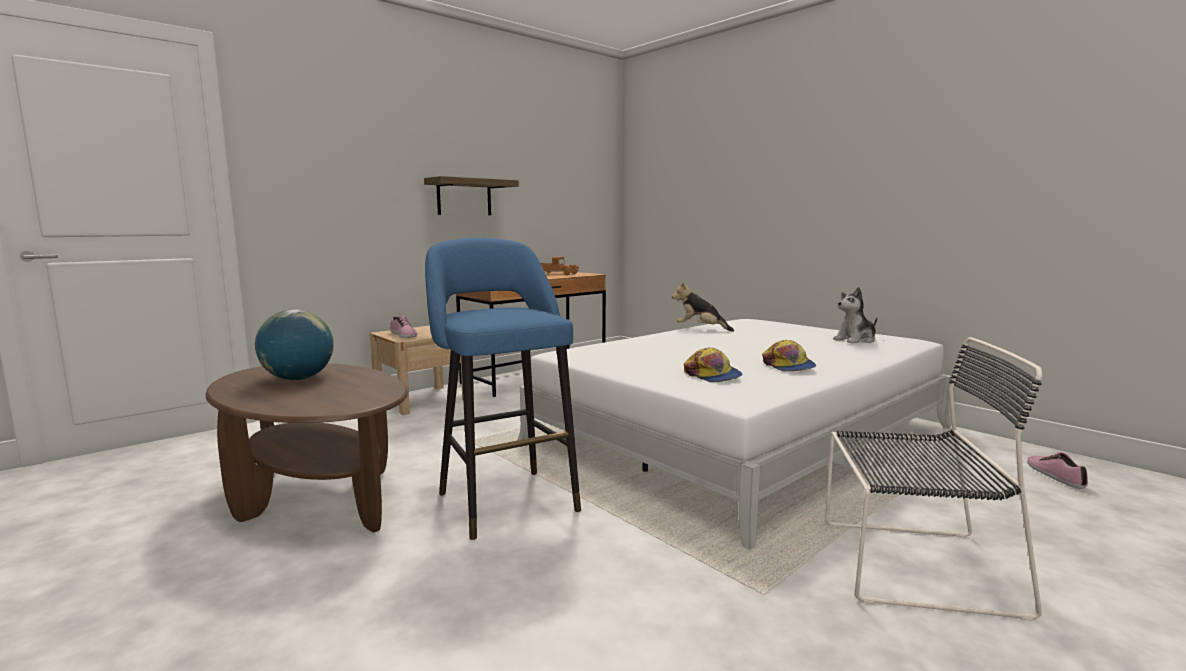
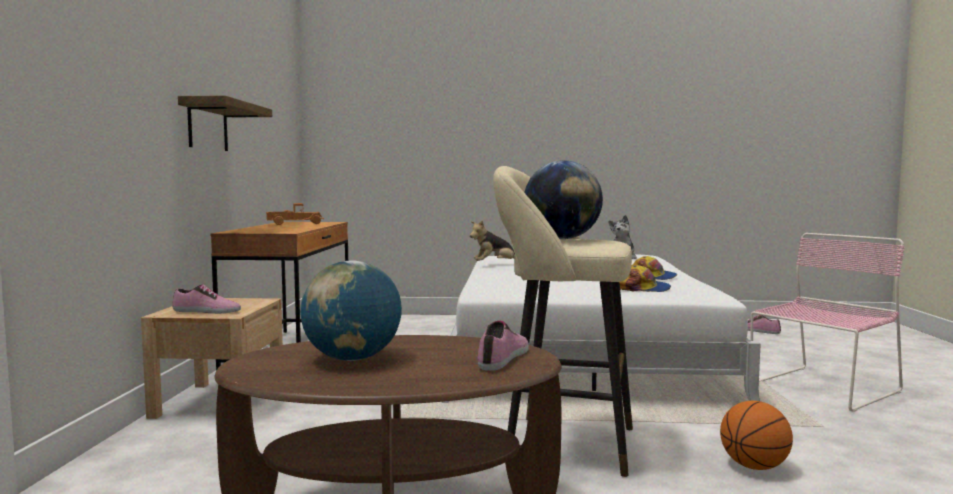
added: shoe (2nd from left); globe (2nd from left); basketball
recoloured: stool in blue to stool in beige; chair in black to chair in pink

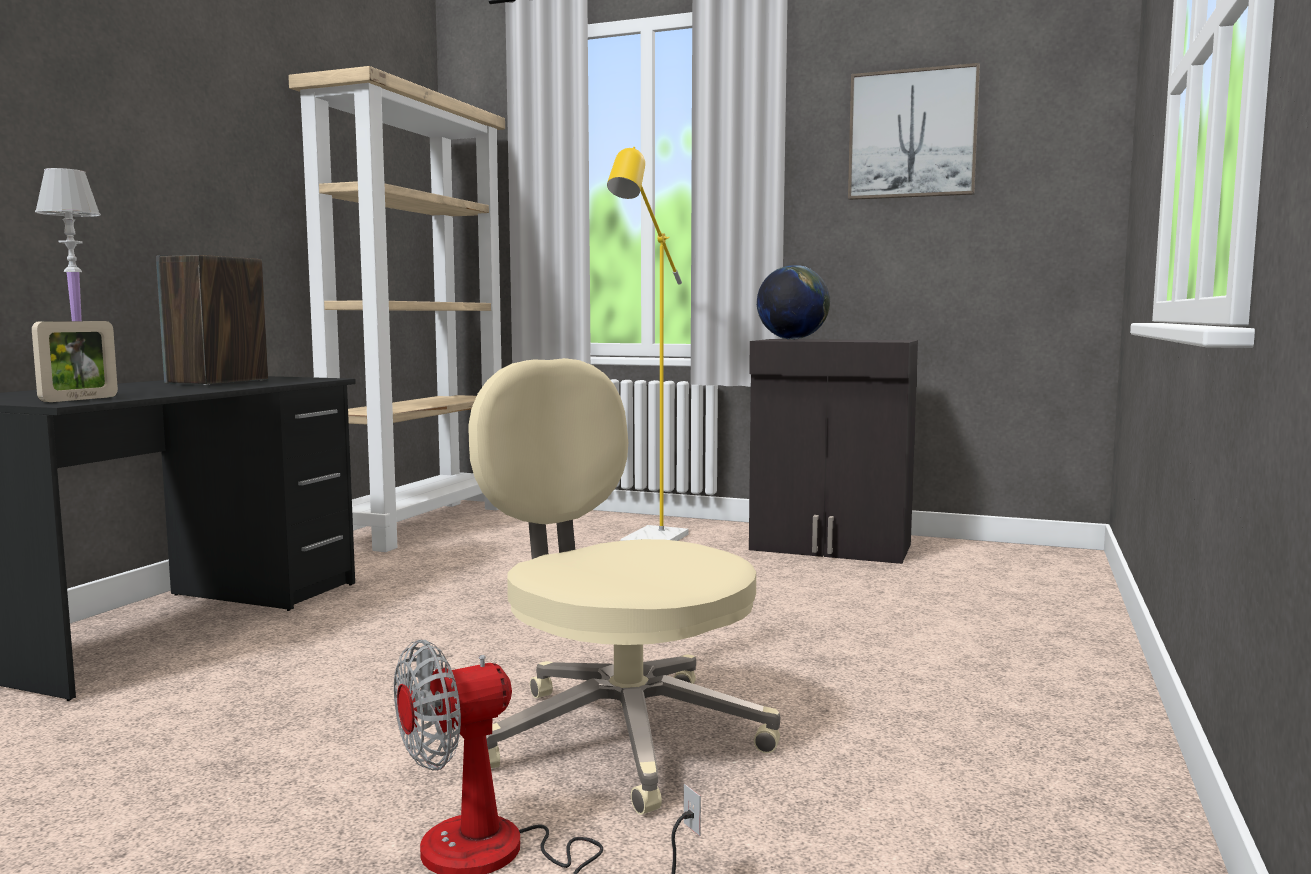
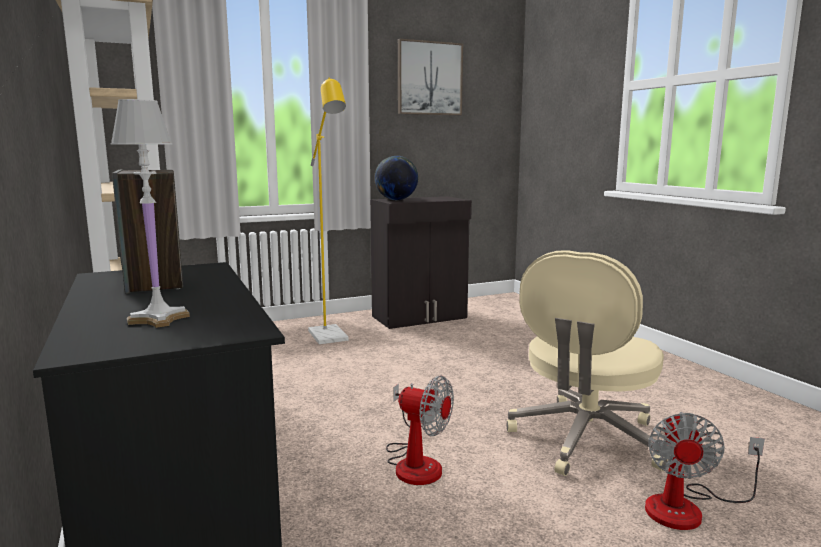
removed: picture frame
added: fan (1st from left)
turned: office chair in beige 60 degrees counterclockwise

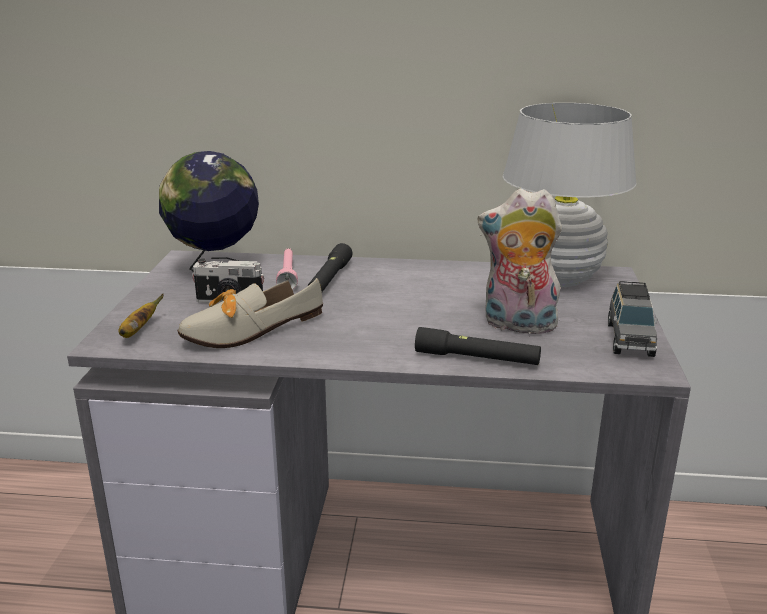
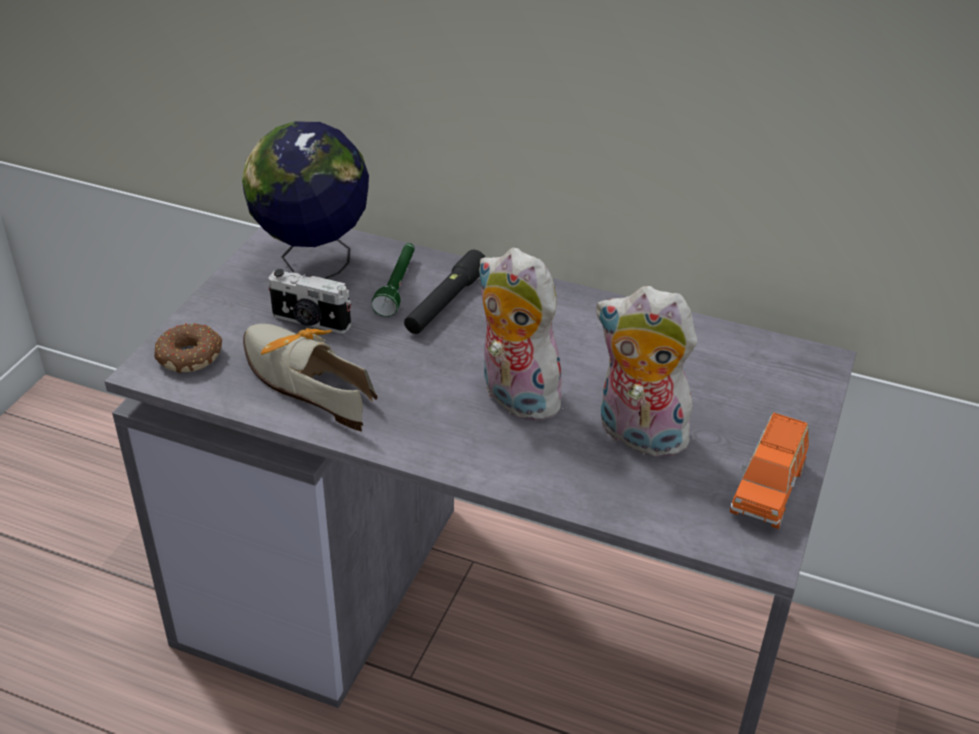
removed: flashlight in black (2nd from left); table lamp in white
added: plush toy (1st from left)
replaced: banana to donut
recoloured: flashlight in pink to flashlight in green; toy car in grey to toy car in orange
turned: shoe 60 degrees clockwise

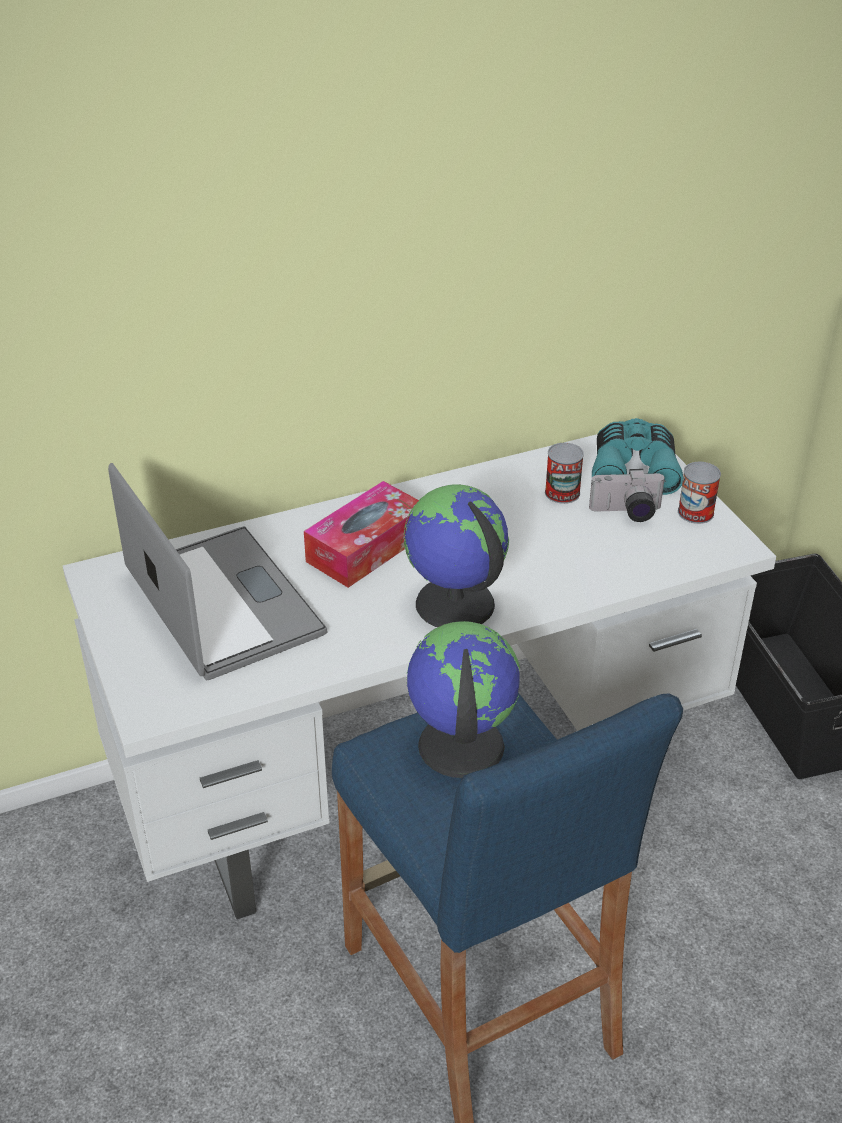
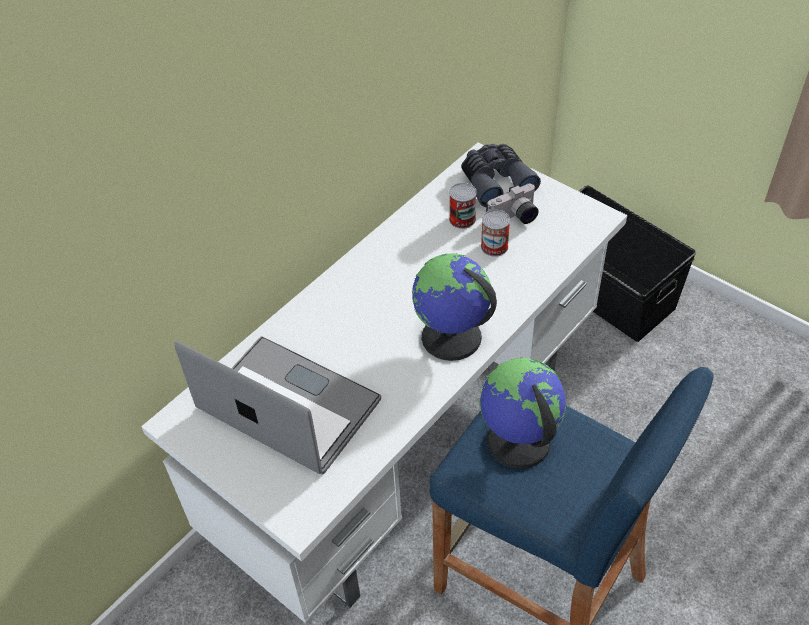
removed: tissue box
moved: can (2nd from left)
recoloured: binoculars in turquoise to binoculars in grey

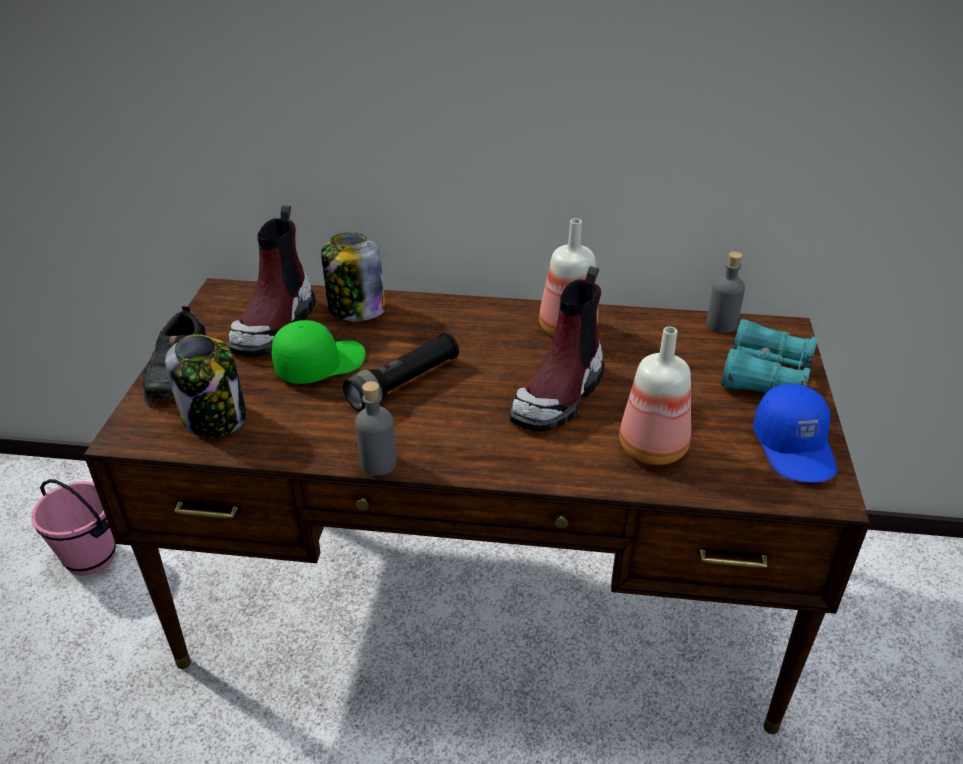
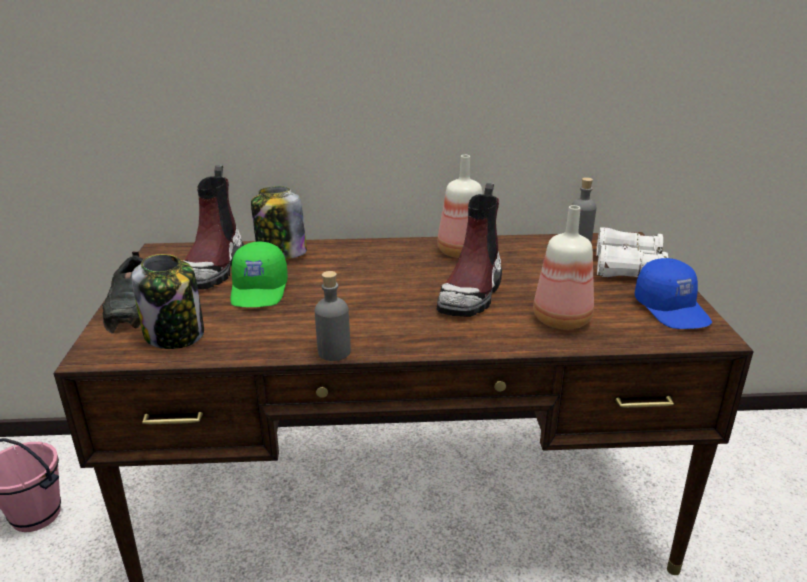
removed: flashlight in black
recoloured: binoculars in turquoise to binoculars in white
turned: cap in green 135 degrees clockwise

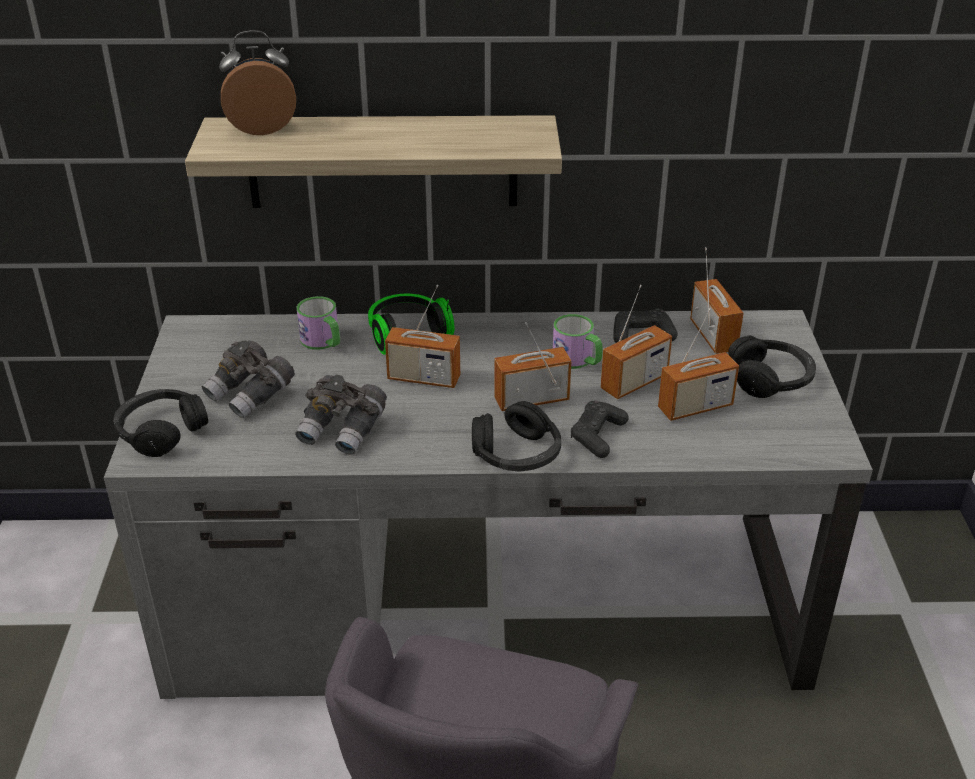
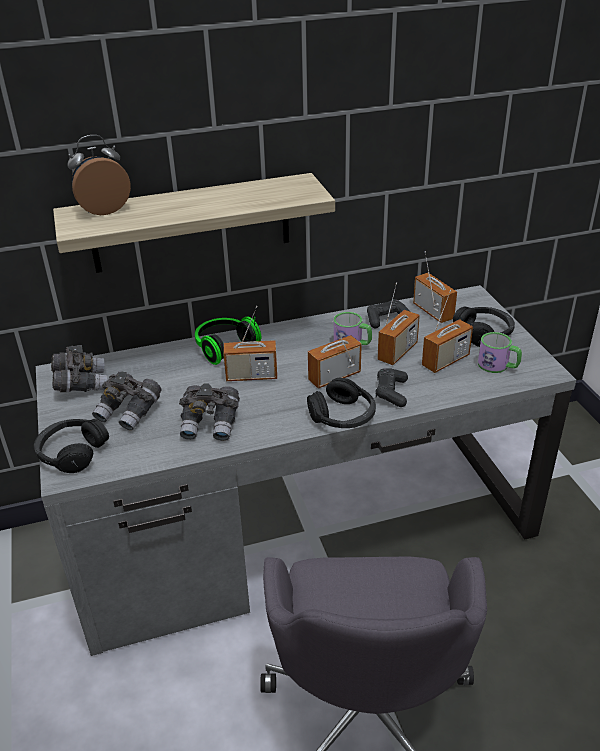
added: binoculars in grey (1st from left)
moved: mug (1st from left in the first image) to mug (2nd from left)

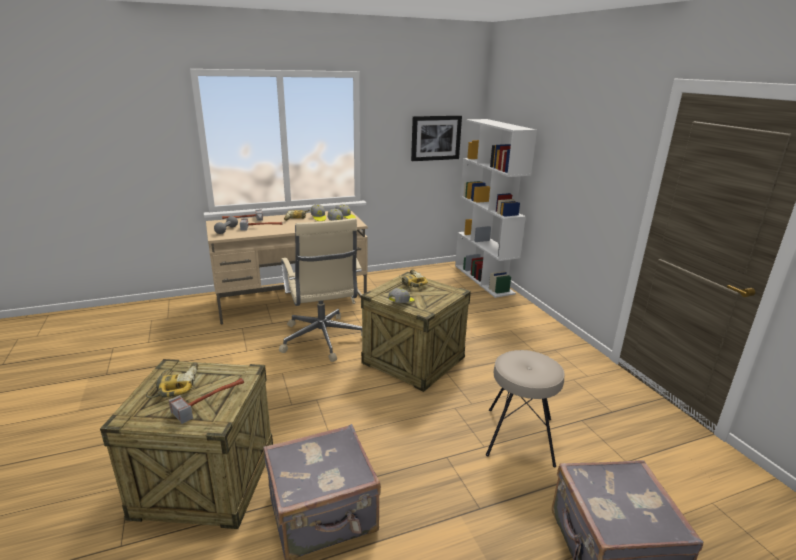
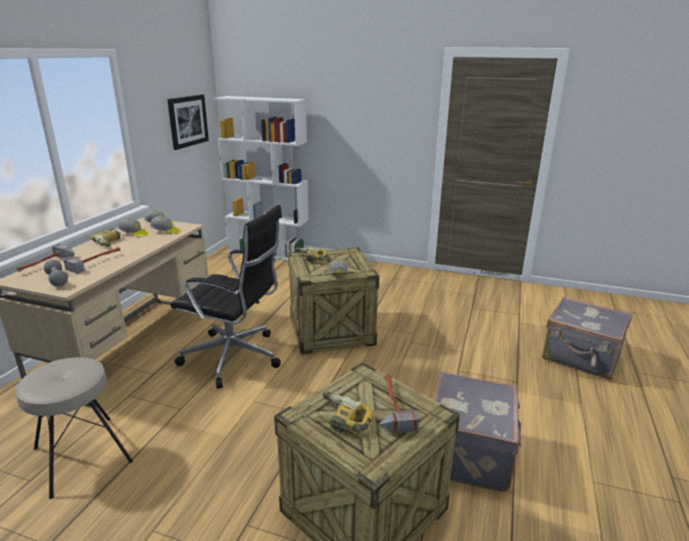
moved: stool in beige
recoloured: office chair in beige to office chair in black

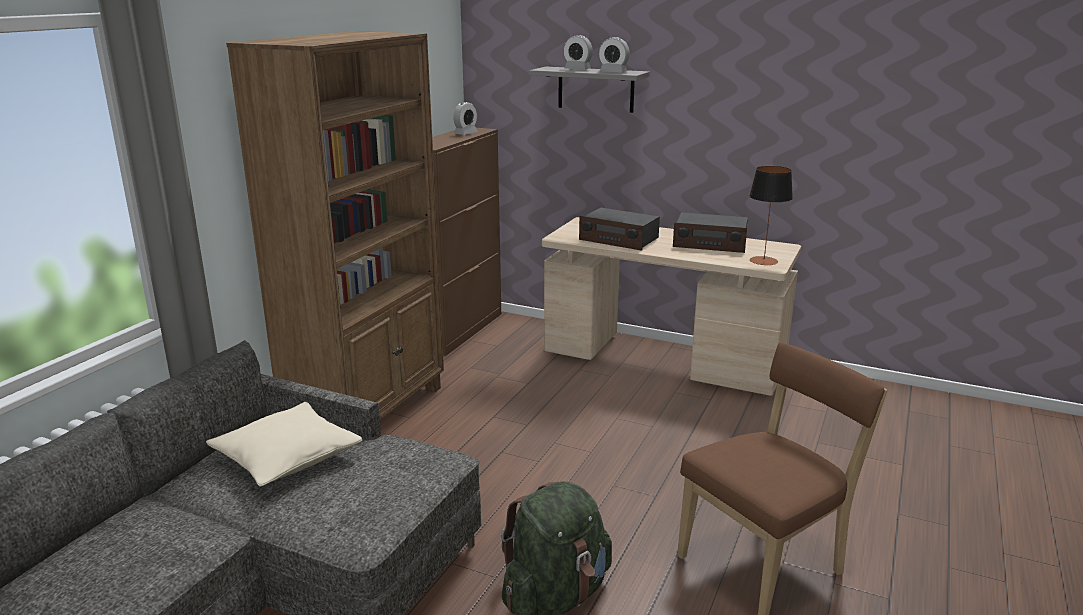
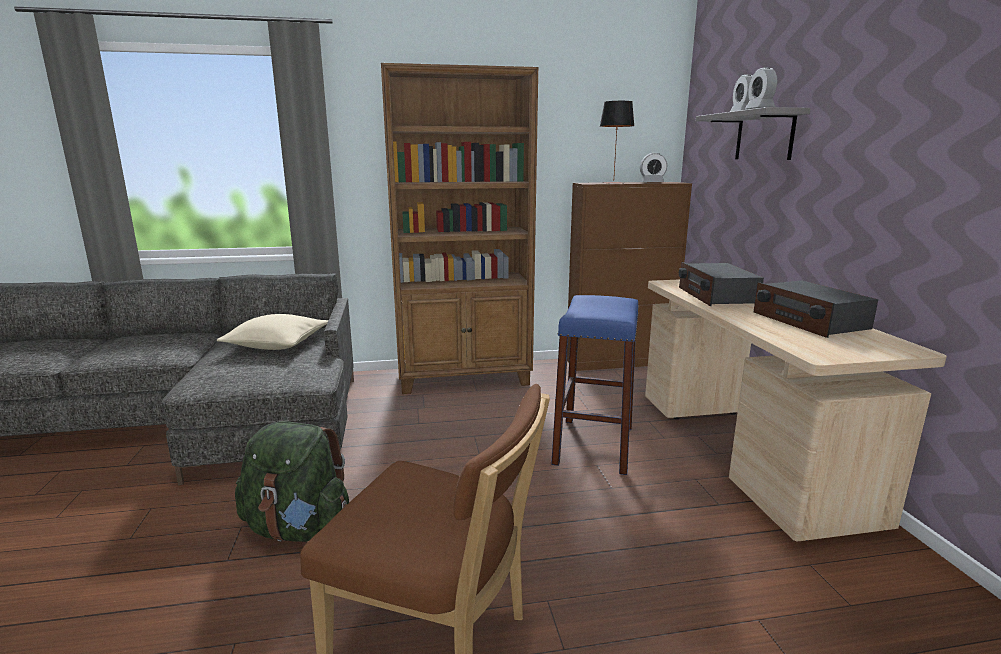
added: stool in blue
moved: table lamp

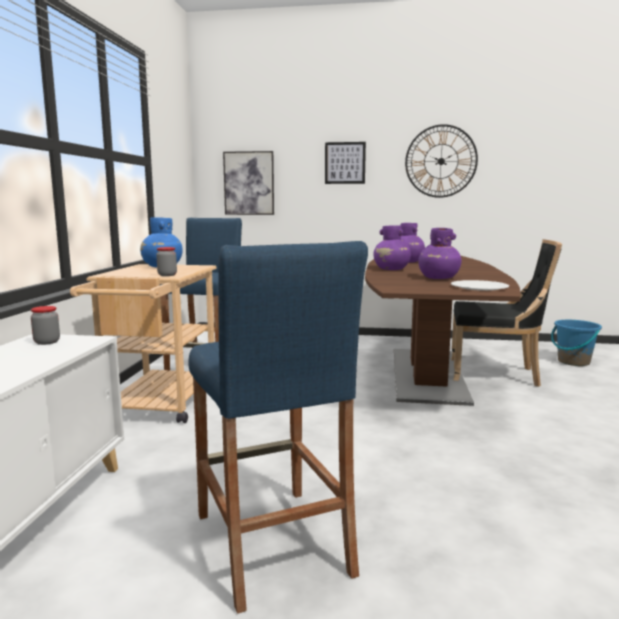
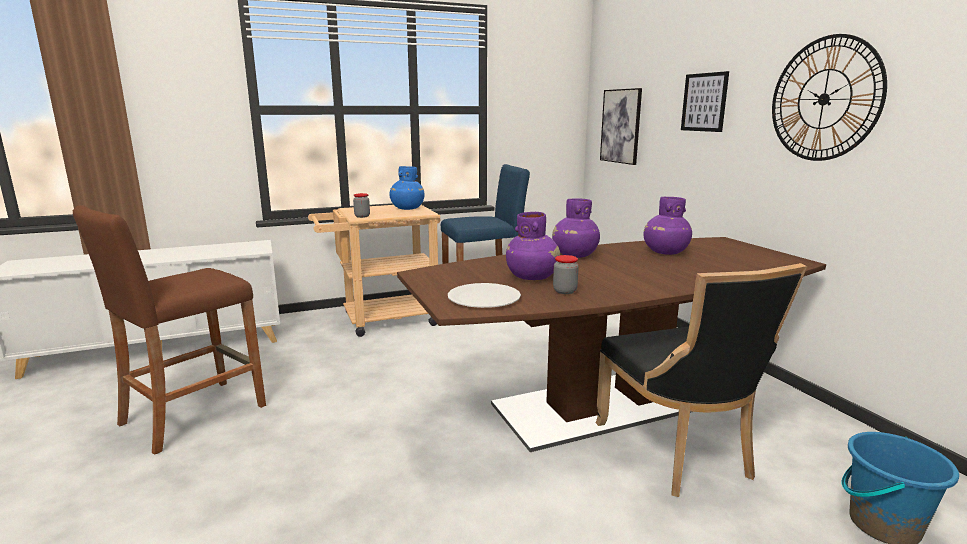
moved: jar (1st from left in the first image) to jar (2nd from left)
recoloured: stool in blue (2nd from left) to stool in brown

